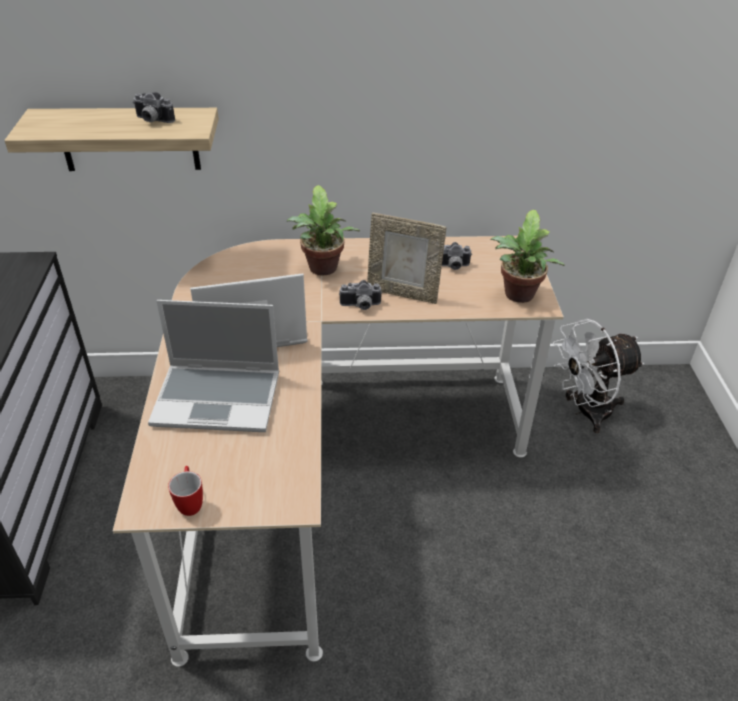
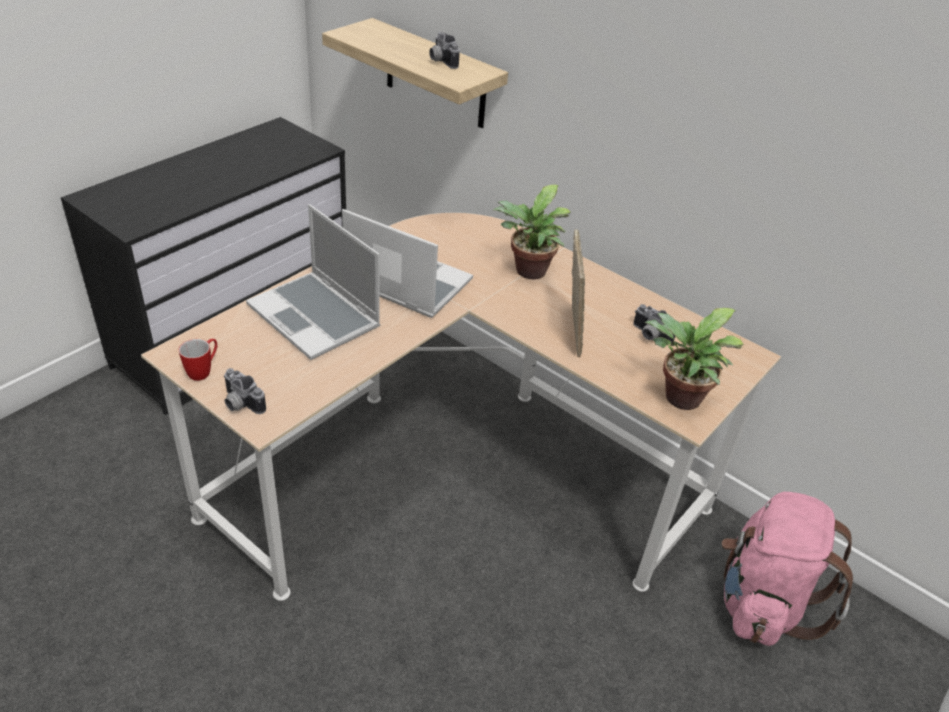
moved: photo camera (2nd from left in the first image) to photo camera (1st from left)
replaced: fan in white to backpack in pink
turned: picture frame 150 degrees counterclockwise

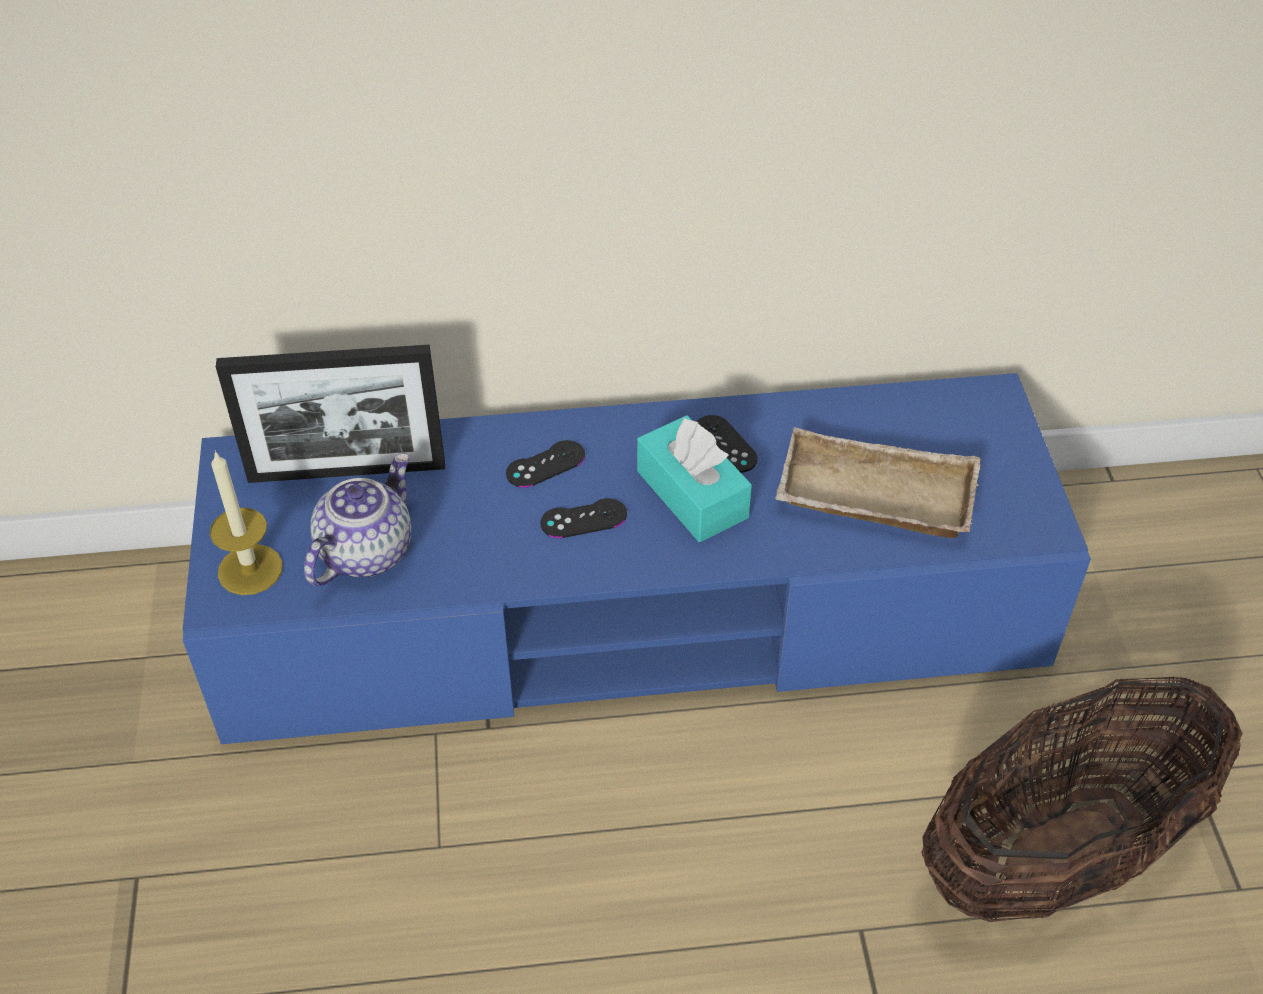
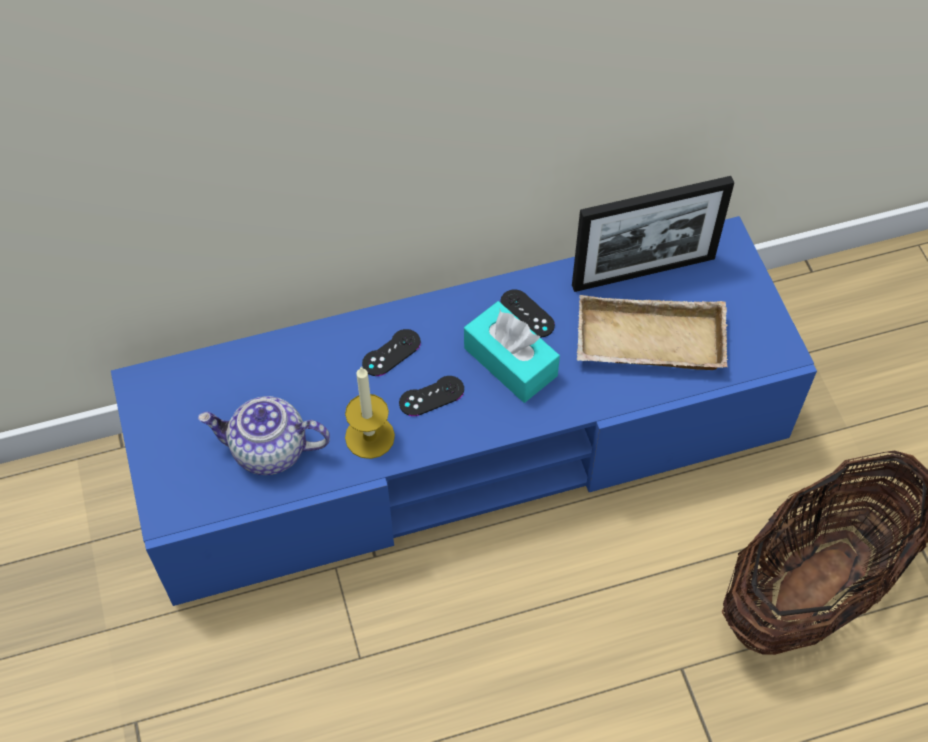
moved: candle; picture frame
turned: teapot 105 degrees counterclockwise

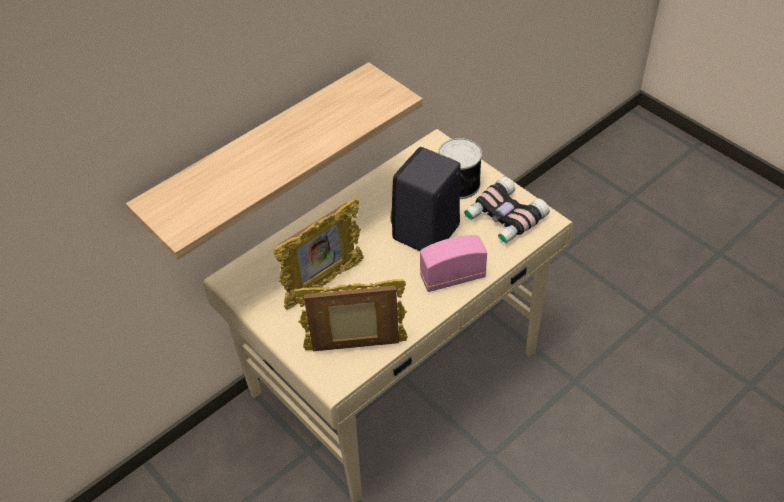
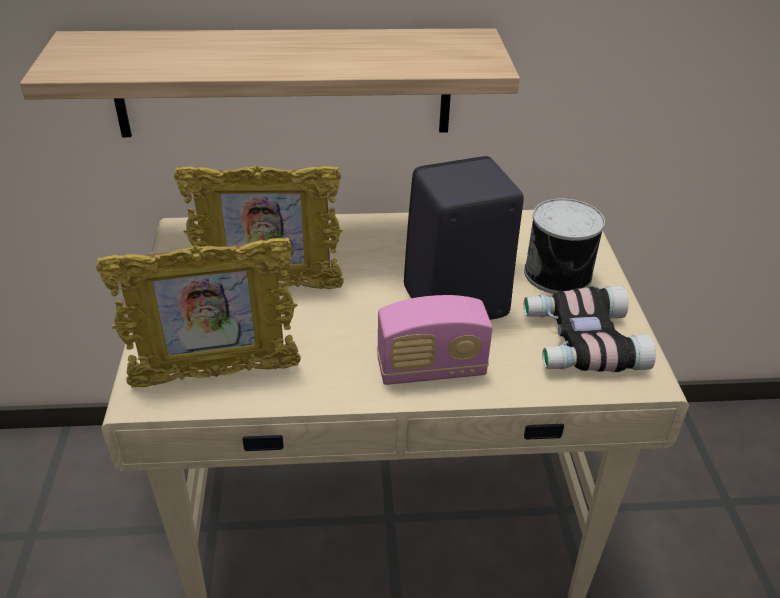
turned: picture frame (2nd from left in the first image) 135 degrees clockwise; radio 150 degrees clockwise

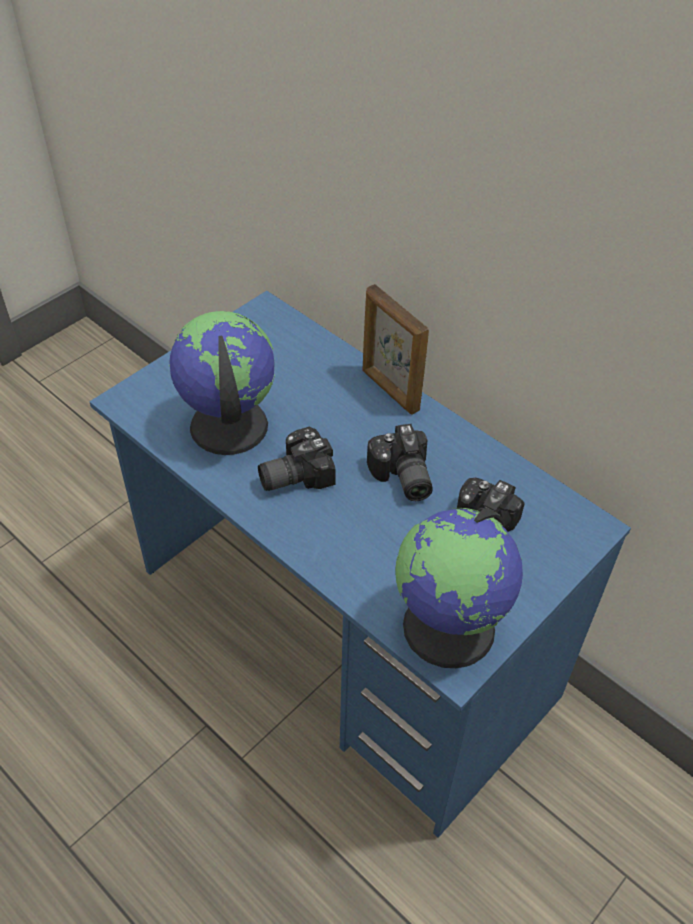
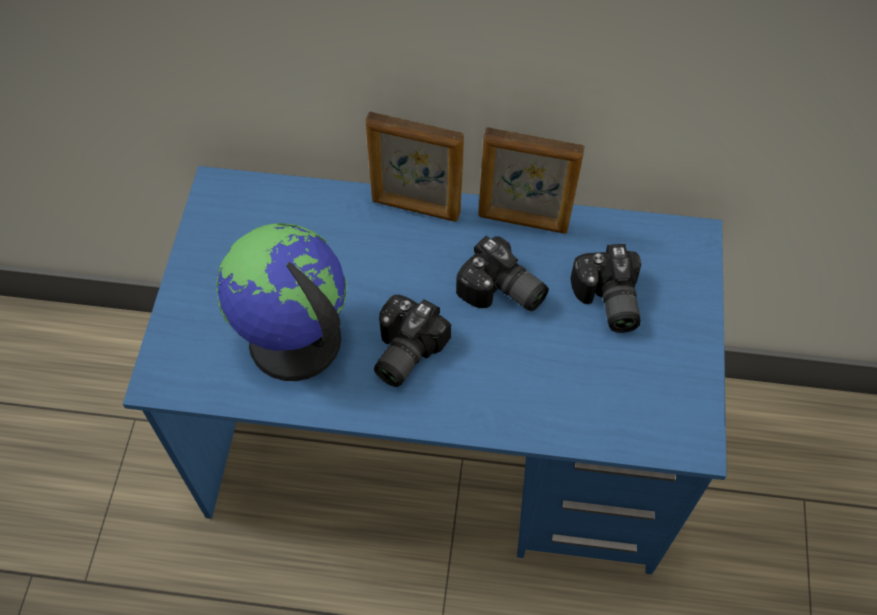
removed: globe (2nd from left)
added: picture frame (2nd from left)

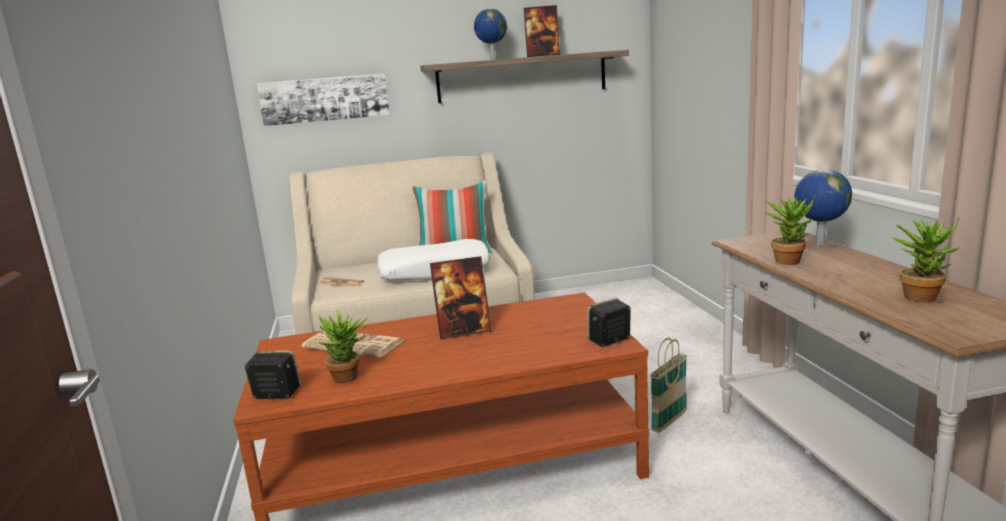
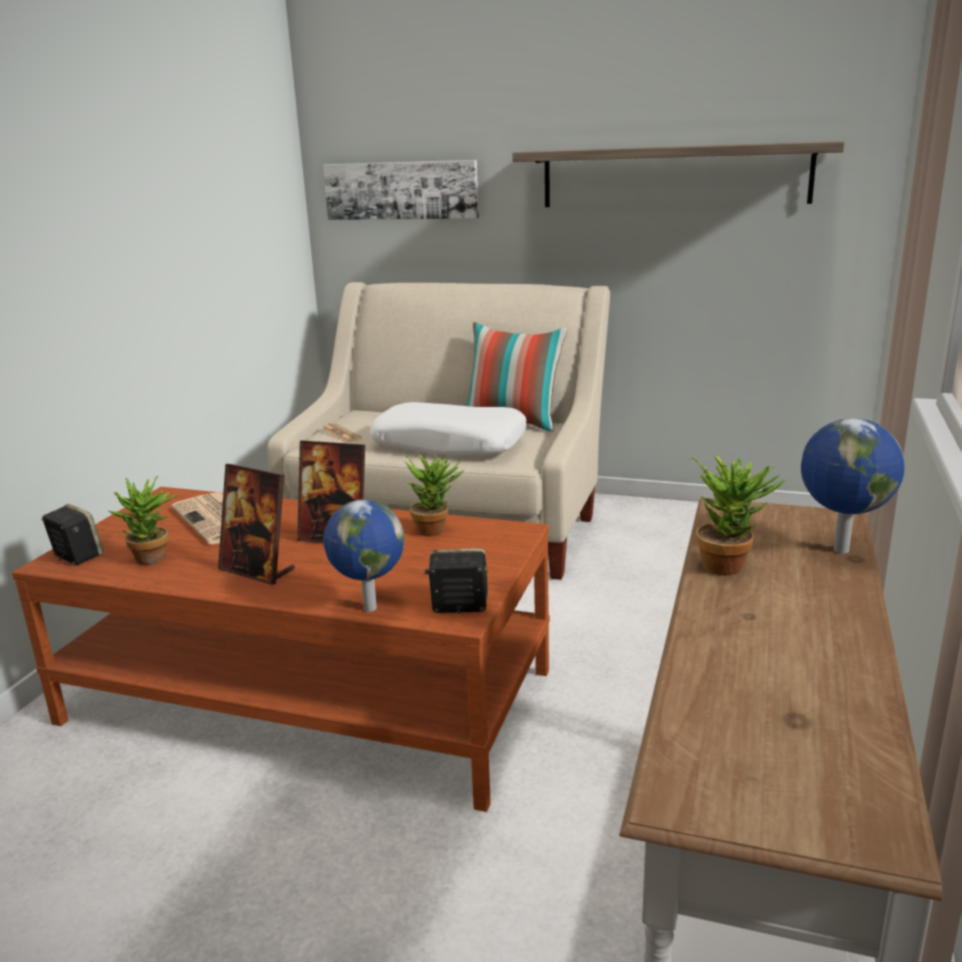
removed: basket
moved: globe (1st from left); picture frame (2nd from left in the first image) to picture frame (1st from left); potted plant (3rd from left in the first image) to potted plant (2nd from left)

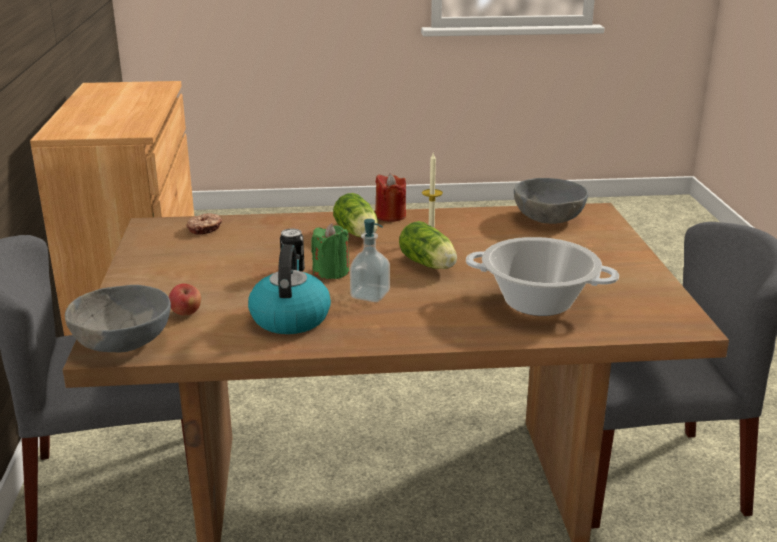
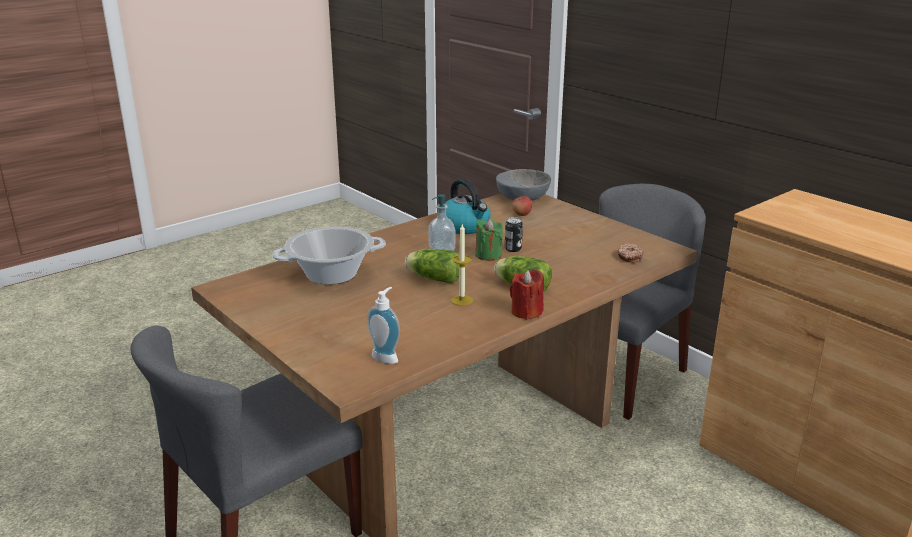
replaced: bowl in grey (2nd from left) to soap dispenser (1st from left)

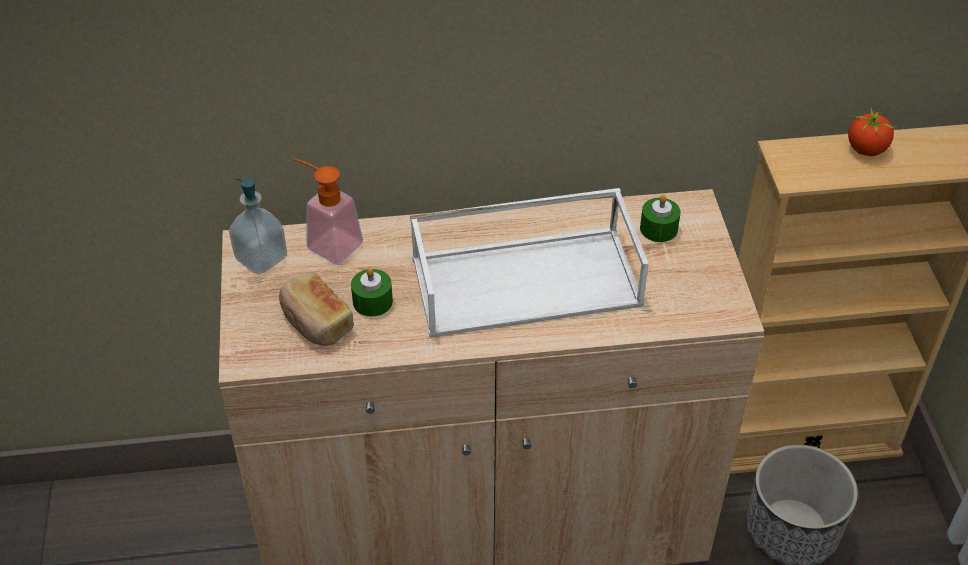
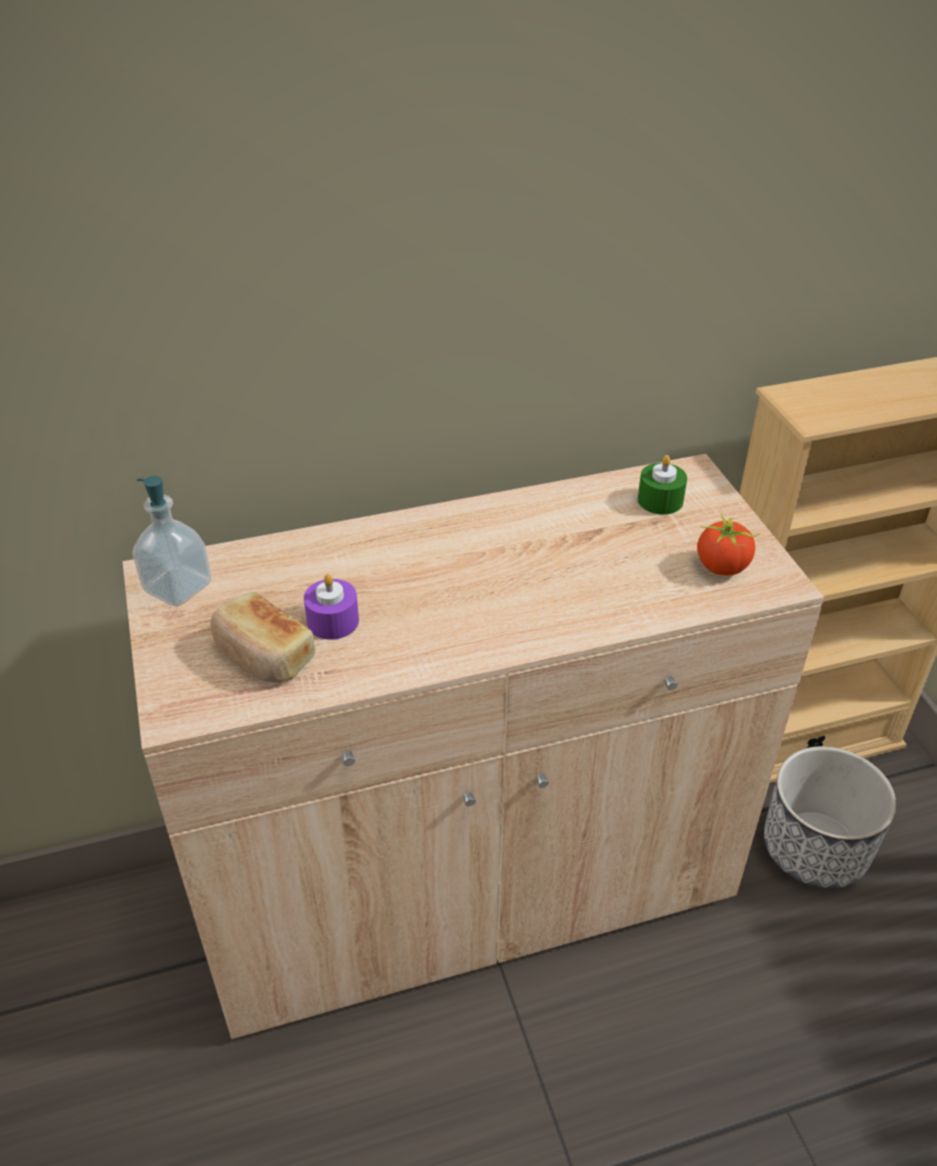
removed: soap dispenser (2nd from left); tray in white
moved: tomato
recoloured: candle in green (1st from left) to candle in purple

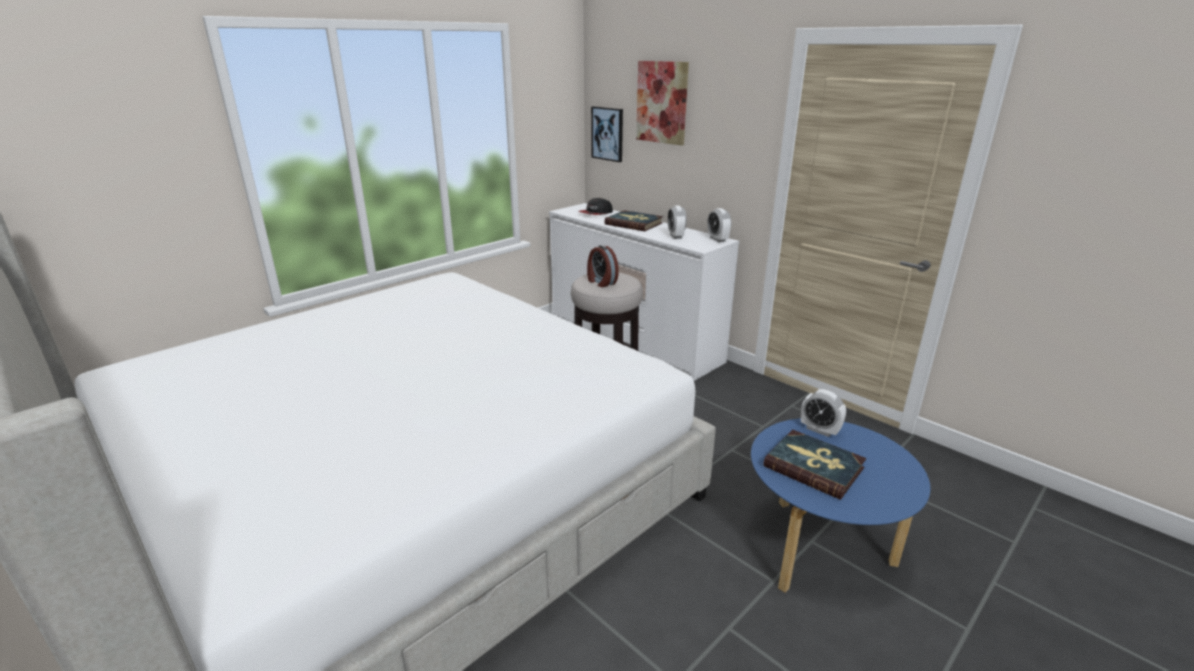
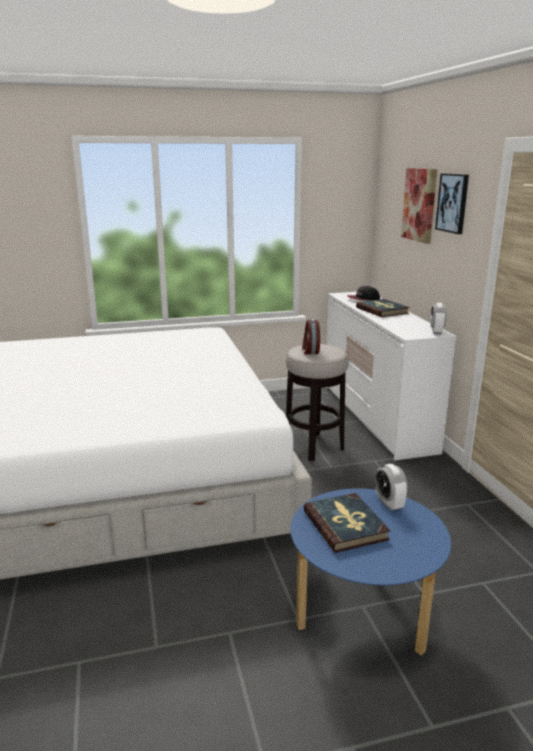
removed: alarm clock (2nd from left)
moved: picture (1st from left in the first image) to picture (2nd from left)

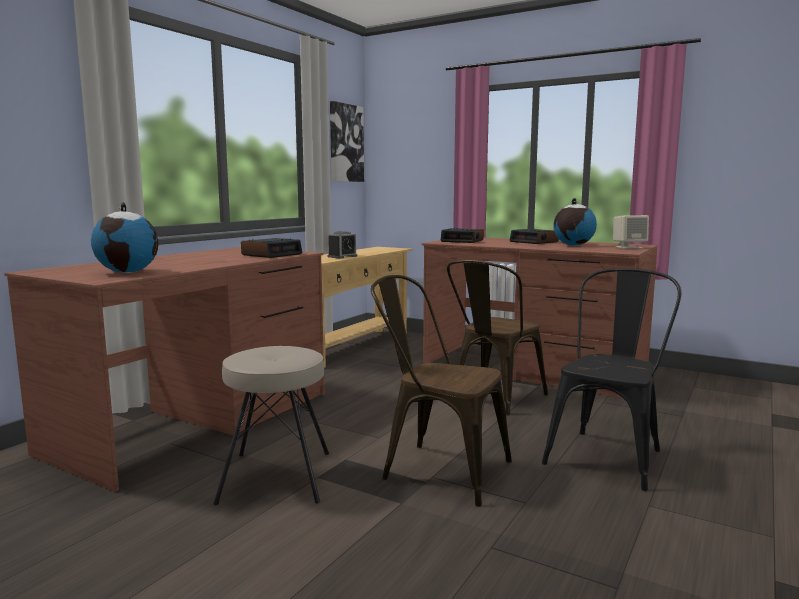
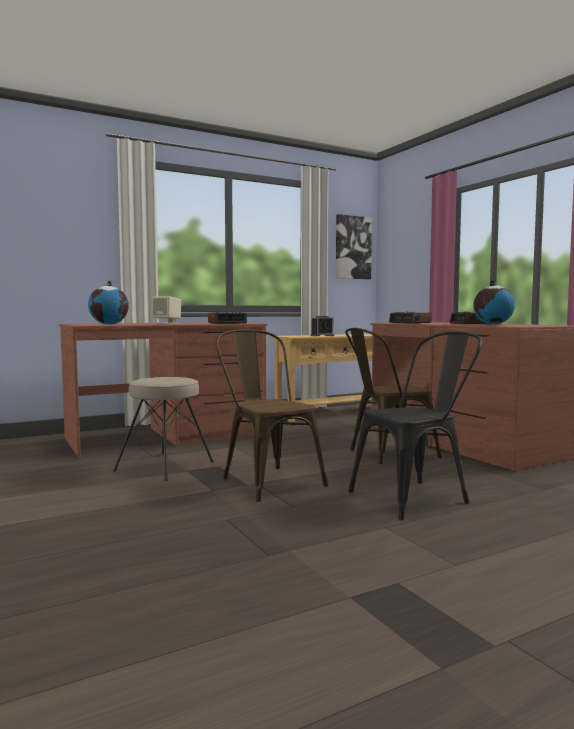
moved: speaker in beige

